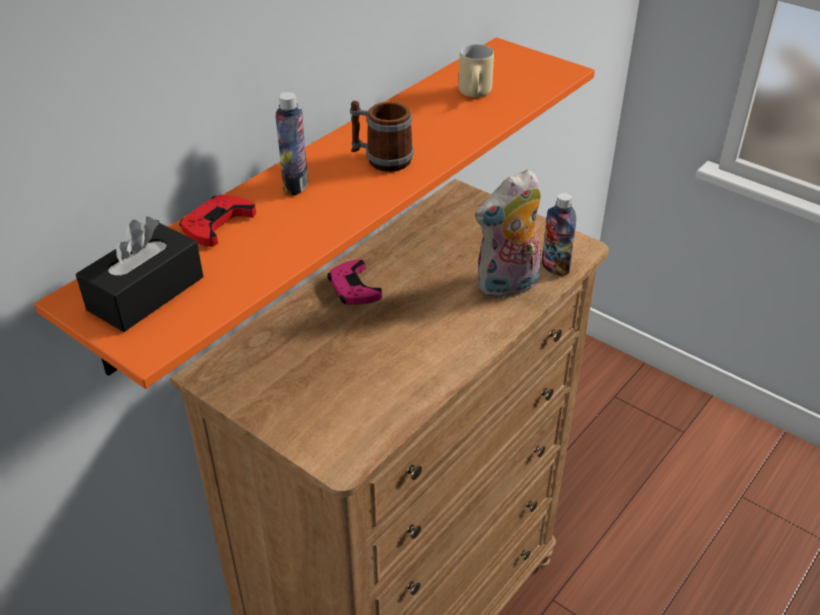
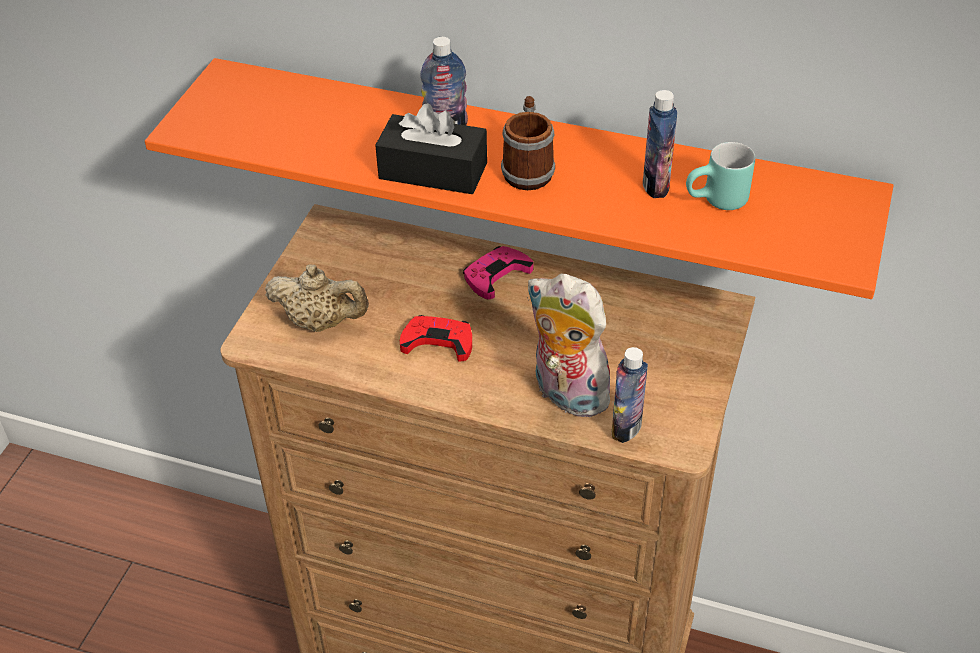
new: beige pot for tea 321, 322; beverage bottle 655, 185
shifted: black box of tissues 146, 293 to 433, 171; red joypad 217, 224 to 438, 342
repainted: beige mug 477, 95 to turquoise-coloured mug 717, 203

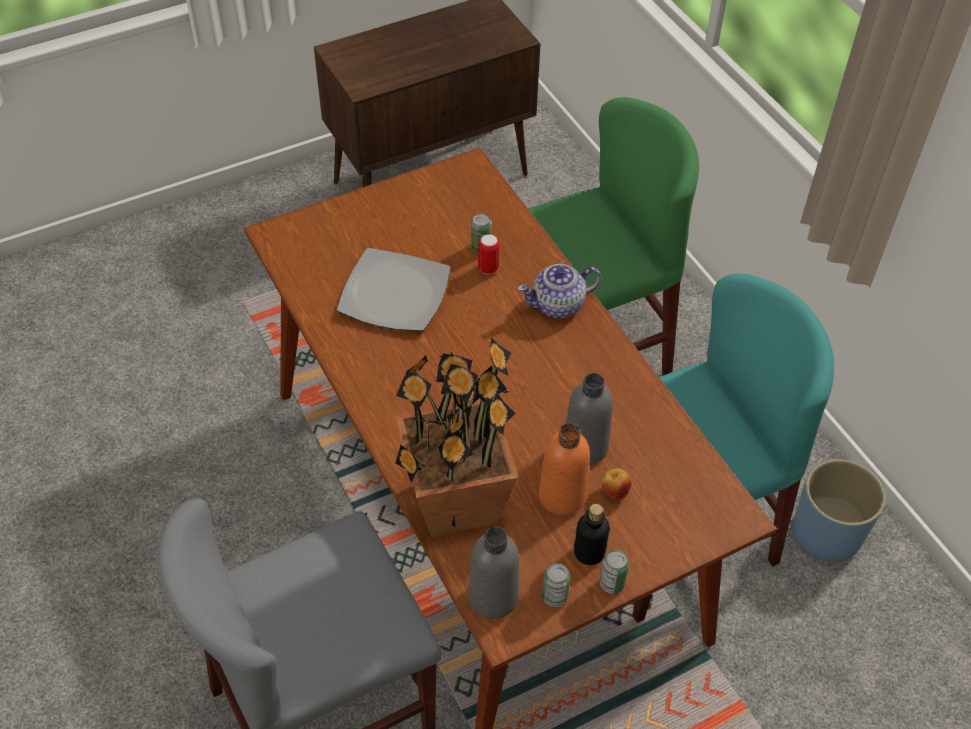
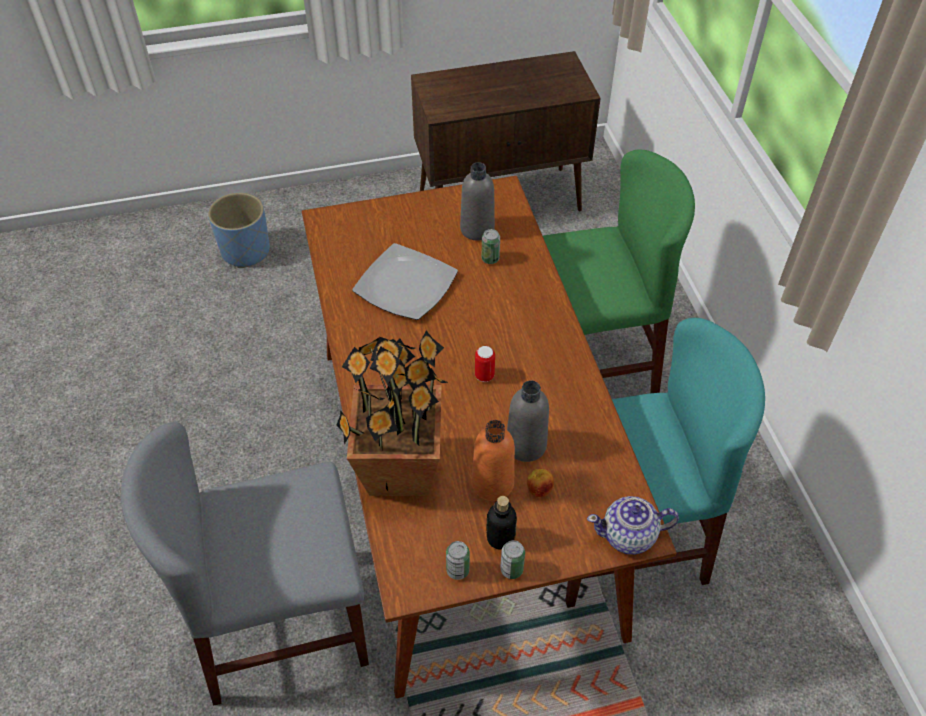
shifted: bluish plant pot 825, 534 to 245, 251; greyish beverage bottle 493, 597 to 477, 229; metal can 488, 268 to 484, 375; pot for tea 558, 305 to 629, 536

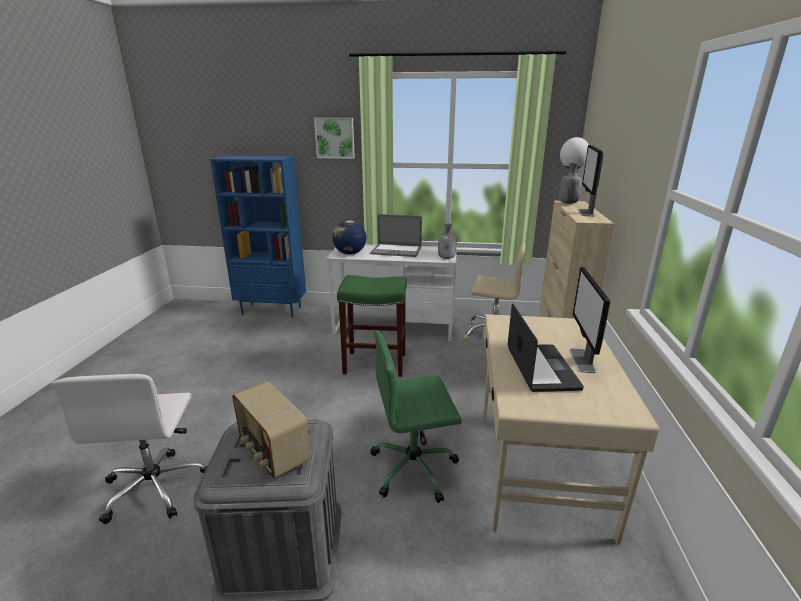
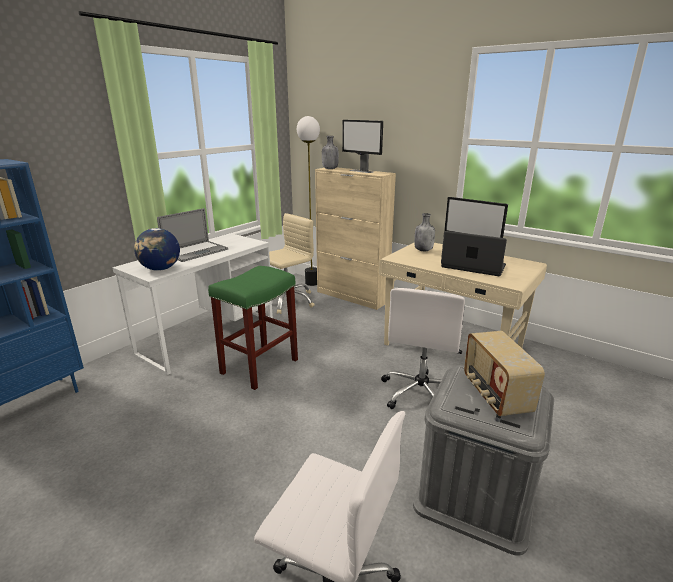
gone: picture 335, 138
shifted: greyish beverage bottle 447, 258 to 423, 250
repainted: green-coloured office chair 415, 468 to white office chair 421, 393
rotated: radio receiver 273, 452 = 495, 395 90 degrees clockwise

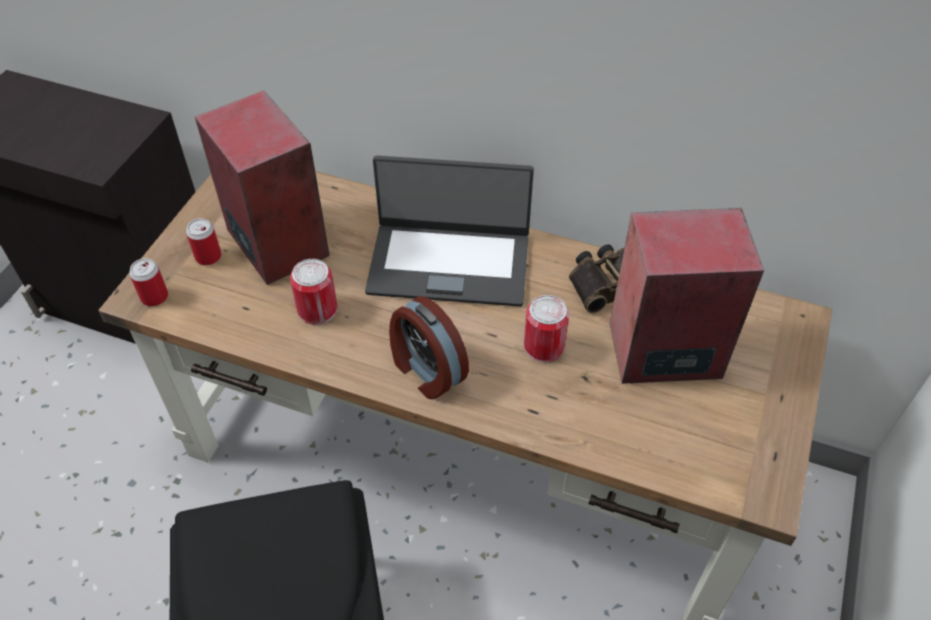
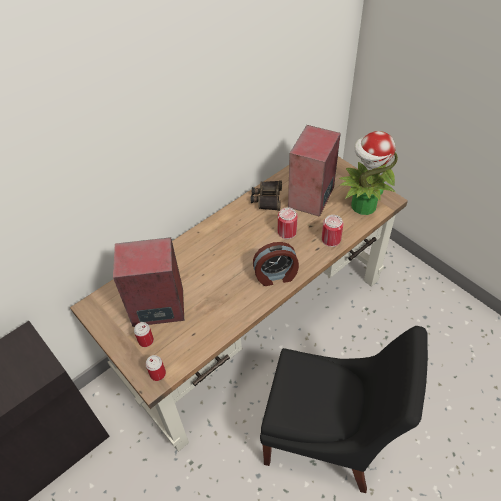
gone: laptop 449, 263
new: potted plant 362, 206
shifted: metal can 317, 309 to 331, 239

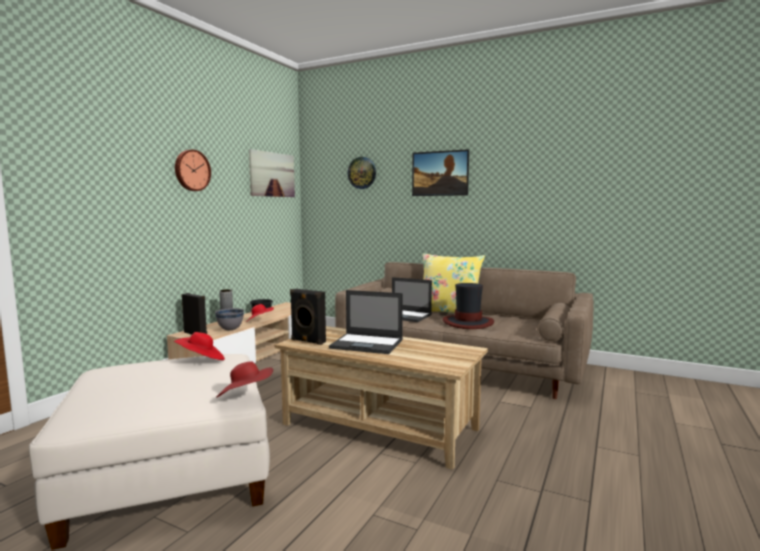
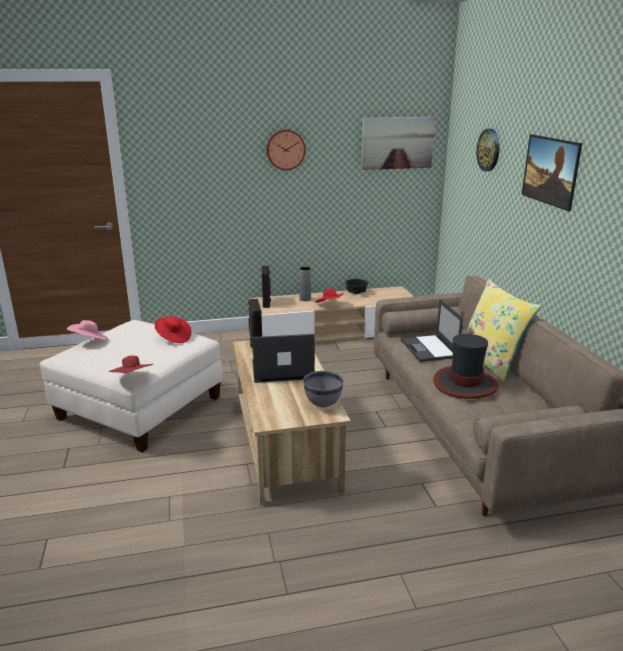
new: pink hat 89, 341
shifted: greyish bowl 230, 330 to 322, 404
rotated: laptop 367, 344 = 281, 370 105 degrees clockwise

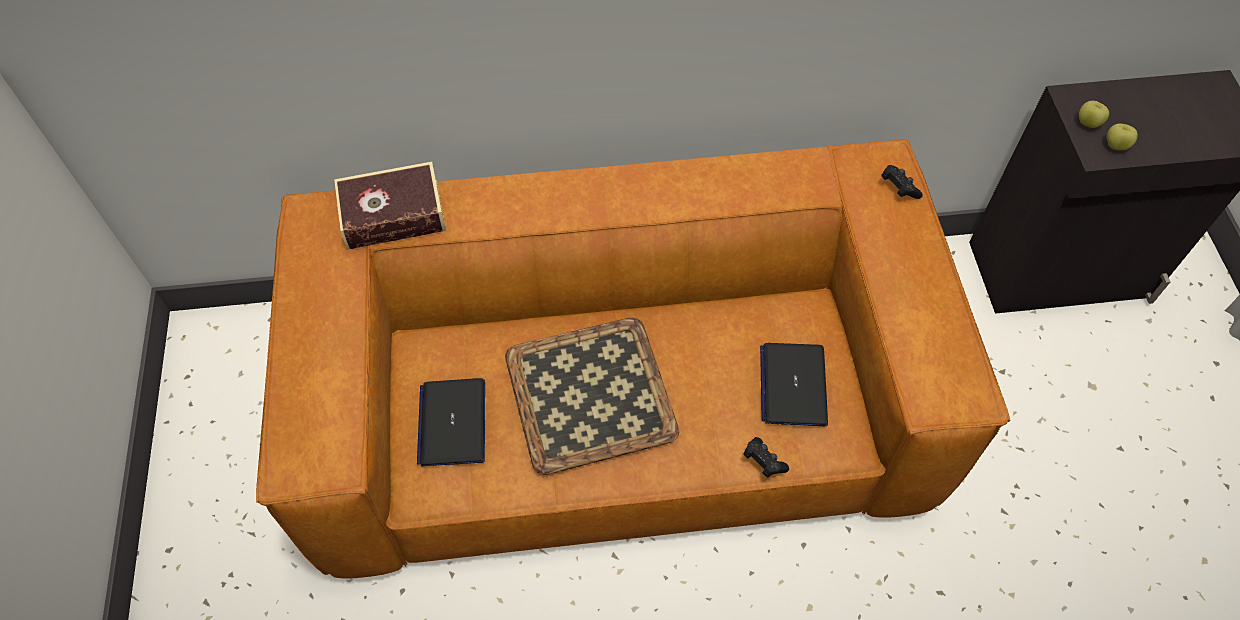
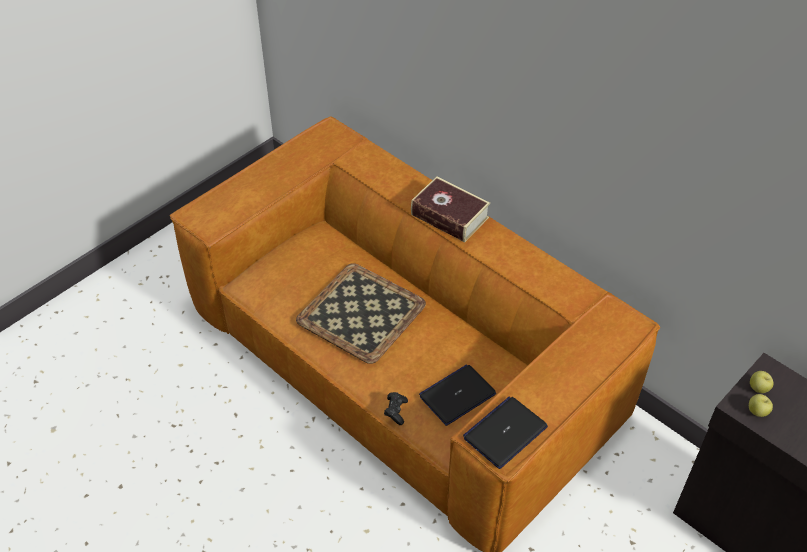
gone: black joypad 898, 188
shifted: book 393, 215 to 449, 216; laptop 452, 422 to 505, 432

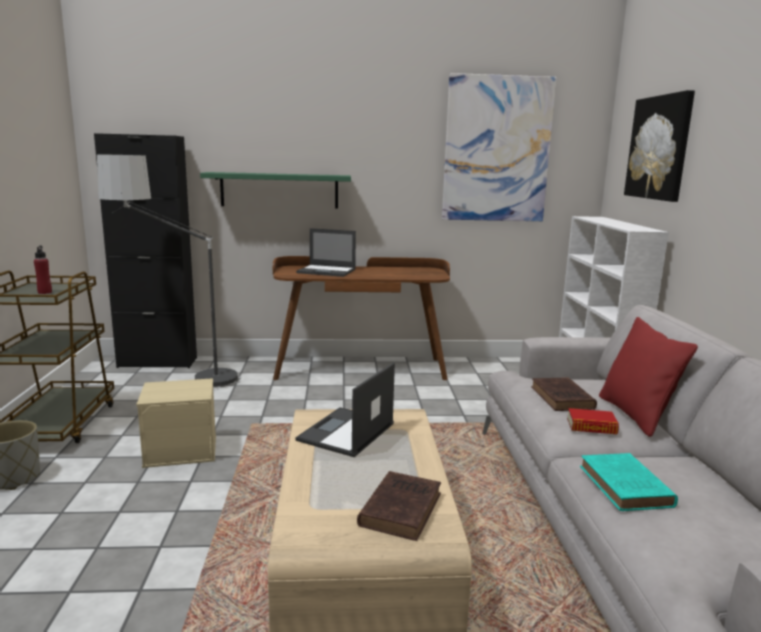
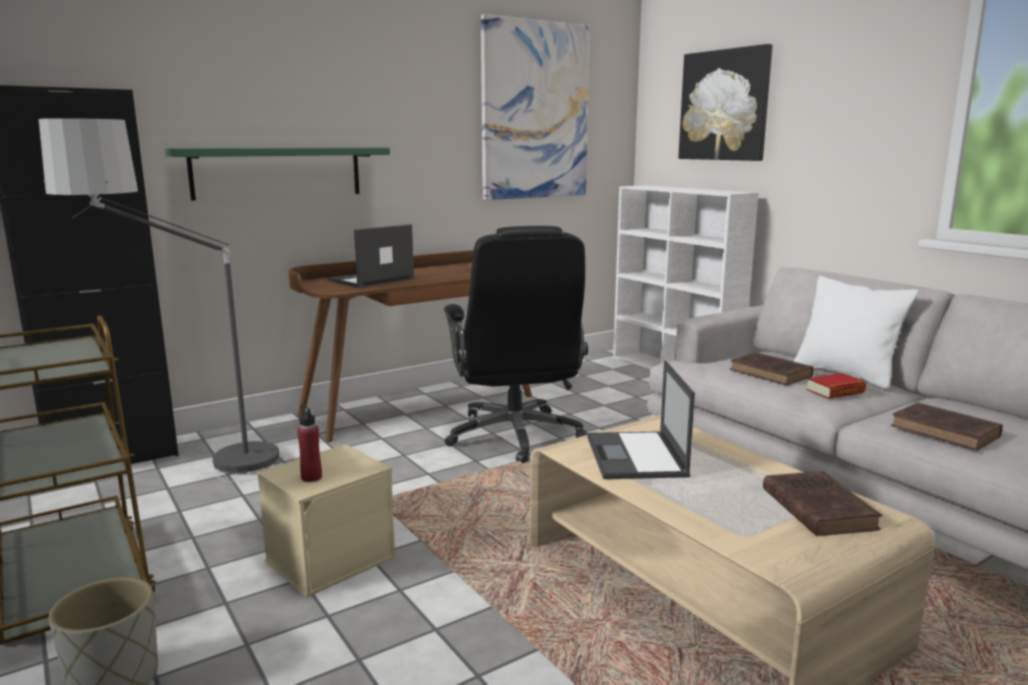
new: black office chair 515, 436
shifted: red beverage bottle 45, 292 to 311, 477
repainted: red cushion 636, 415 to white cushion 846, 374; turquoise-coloured book 626, 488 to brown-coloured book 947, 432
rotated: laptop 327, 271 = 370, 280 150 degrees clockwise

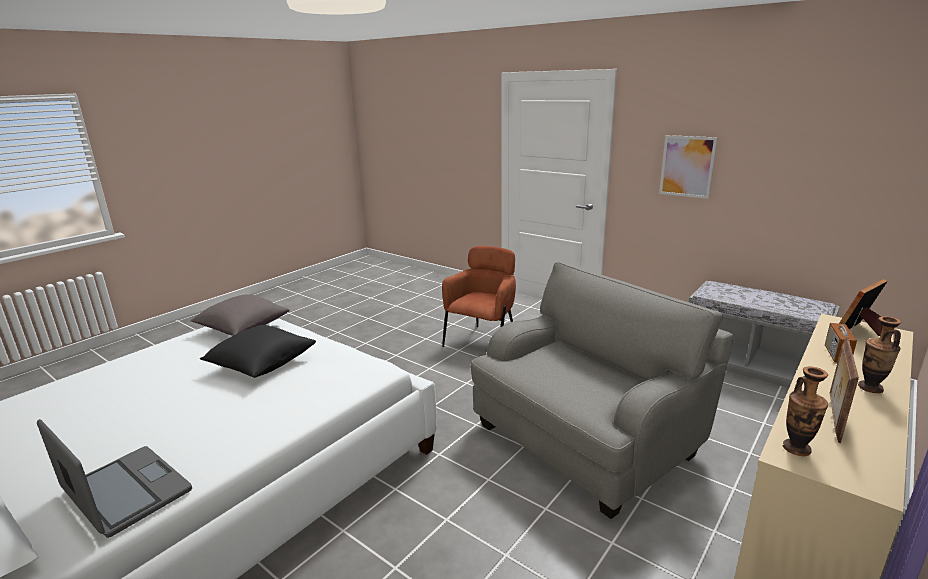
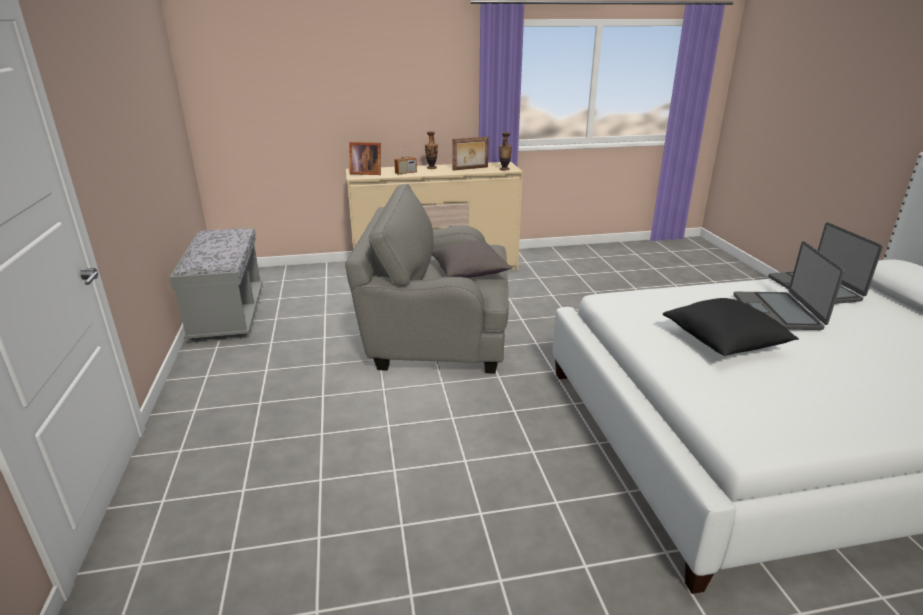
gone: brown-coloured easy chair 483, 341; picture 687, 166
new: laptop 778, 312
shifted: greyish cushion 243, 328 to 469, 273

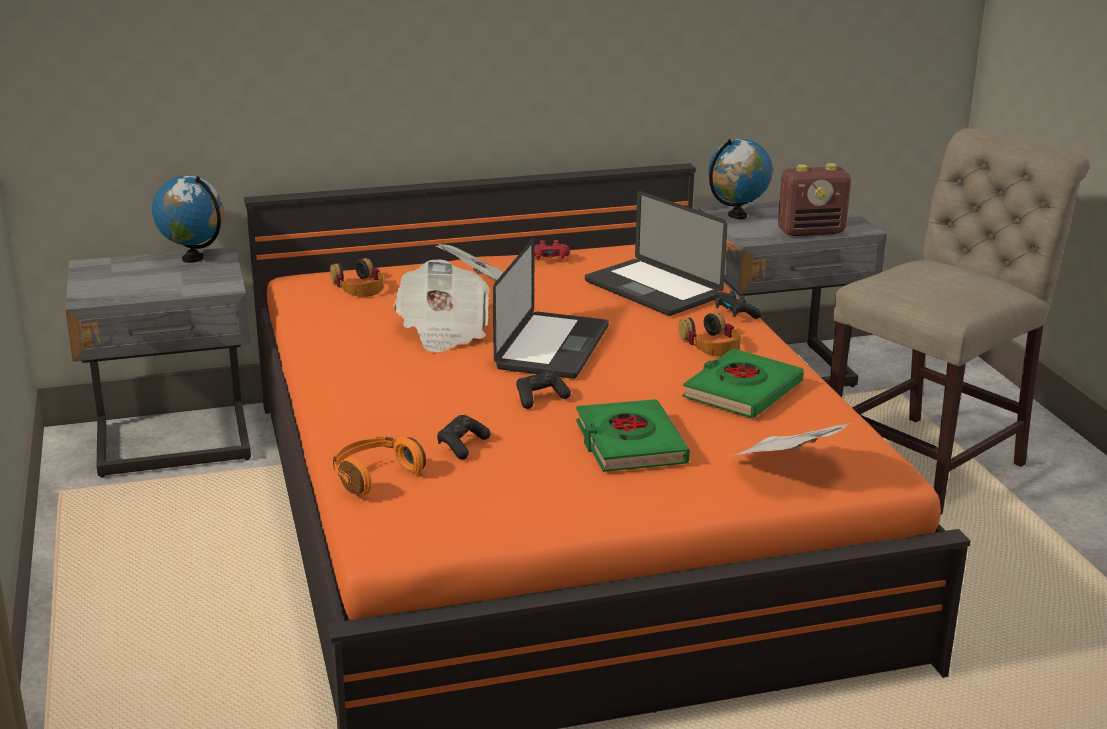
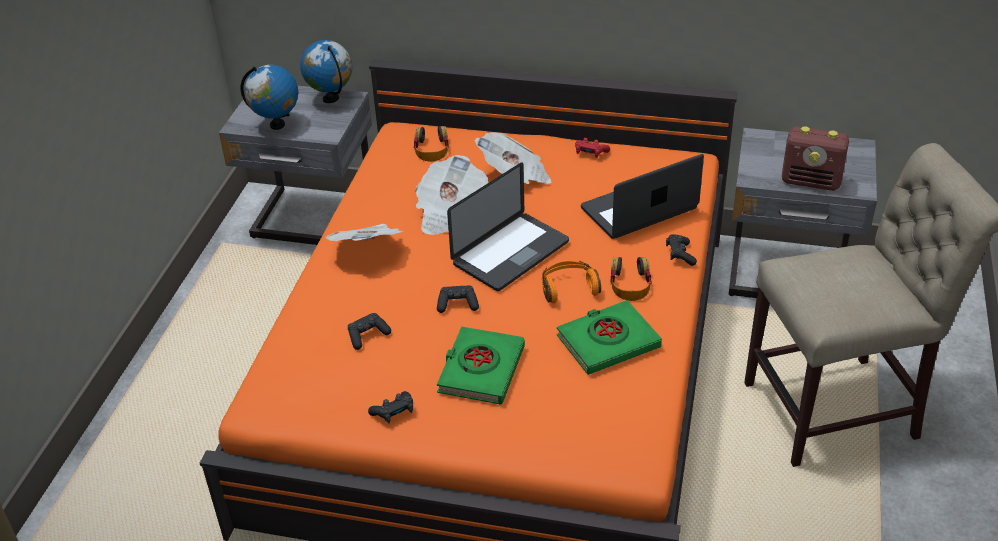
new: black joypad 394, 412
shifted: globe 737, 216 to 277, 125; newspaper 788, 468 to 368, 249; orange pair of headphones 374, 475 to 568, 288
rotated: laptop 652, 289 = 639, 209 75 degrees clockwise

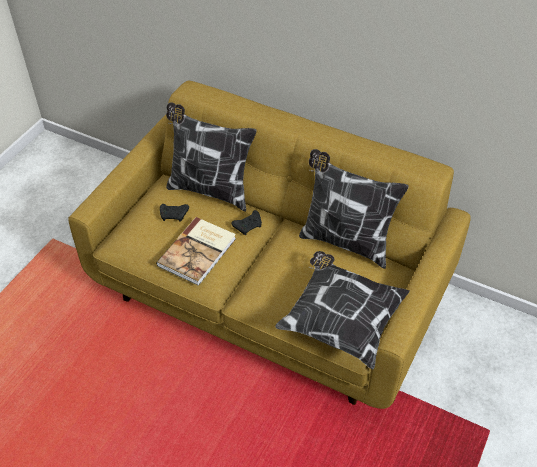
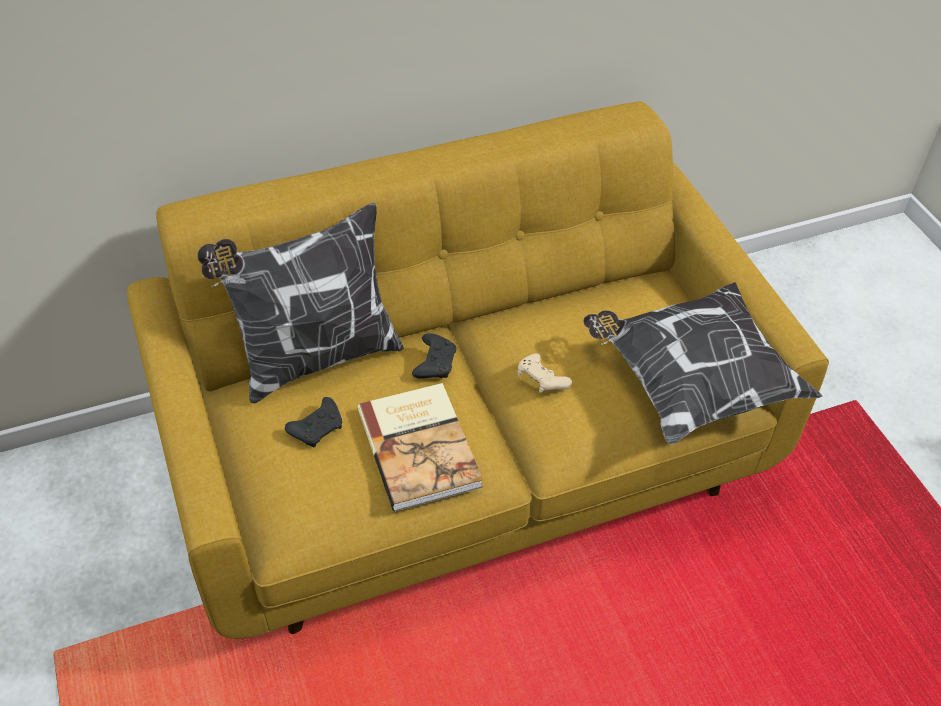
gone: cushion 345, 241
new: beige joypad 541, 381

